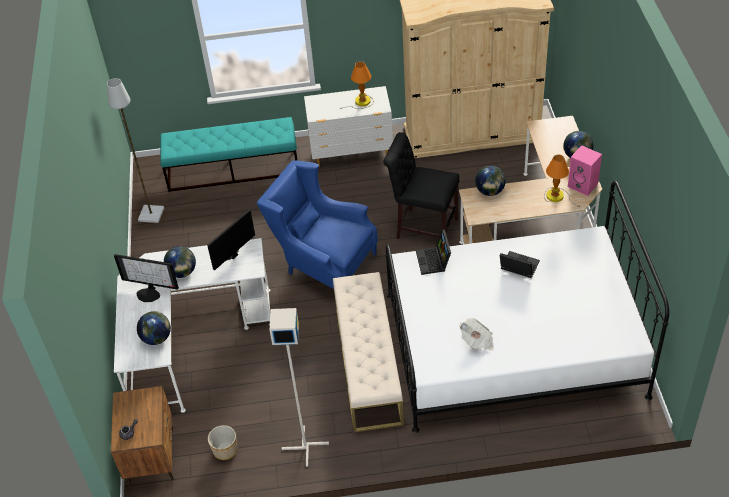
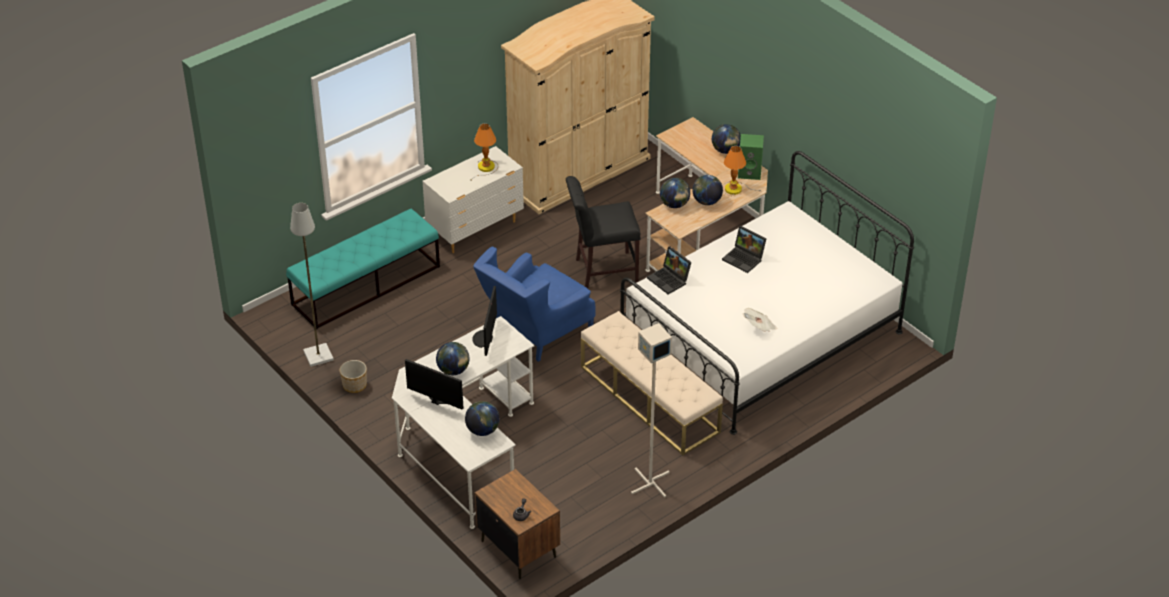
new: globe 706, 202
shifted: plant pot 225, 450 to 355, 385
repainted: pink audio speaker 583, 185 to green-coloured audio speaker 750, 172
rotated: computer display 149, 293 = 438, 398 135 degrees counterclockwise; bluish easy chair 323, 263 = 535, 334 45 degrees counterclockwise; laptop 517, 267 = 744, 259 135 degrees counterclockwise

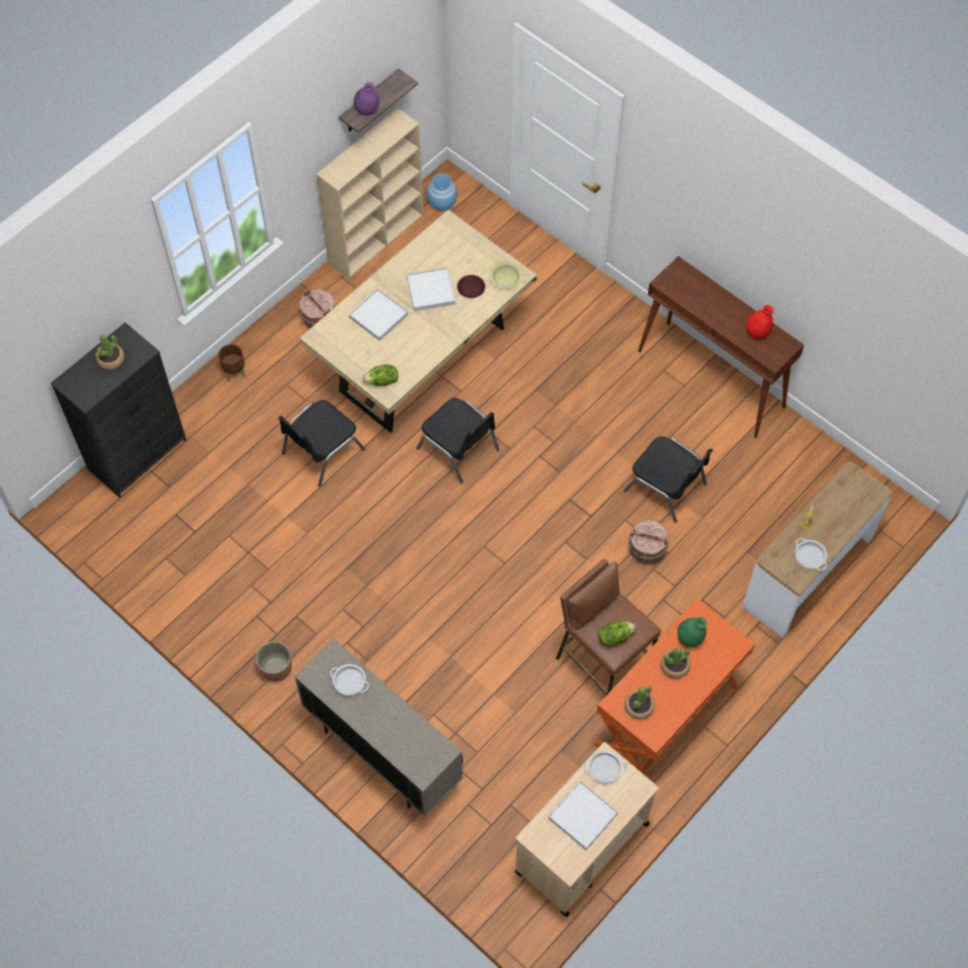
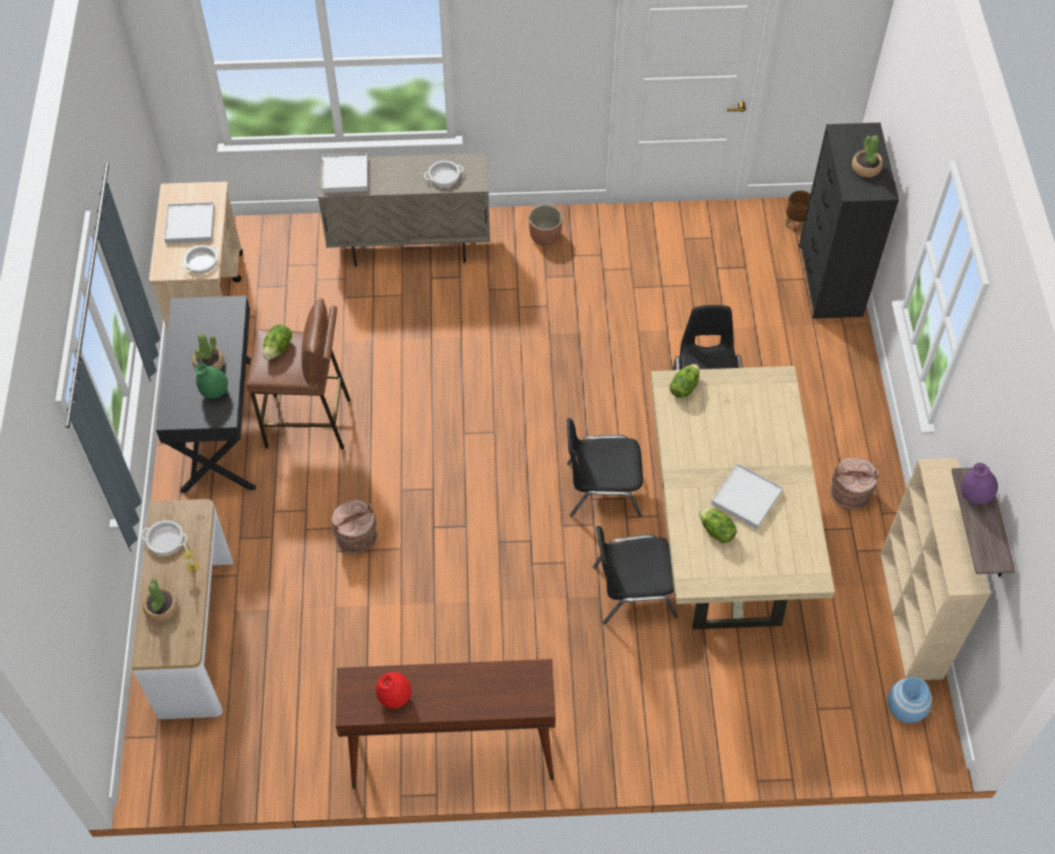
gone: yellow bowl 505, 278
shifted: potted plant 639, 707 to 161, 608; white carrying tray 378, 316 to 344, 175; black upright chair 666, 488 to 632, 590; brown-coloured plant pot 234, 372 to 796, 222
swapped: brown-coloured dinner plate 471, 288 to lettuce head 716, 531
repainted: orange desk table 667, 716 to black desk table 222, 427

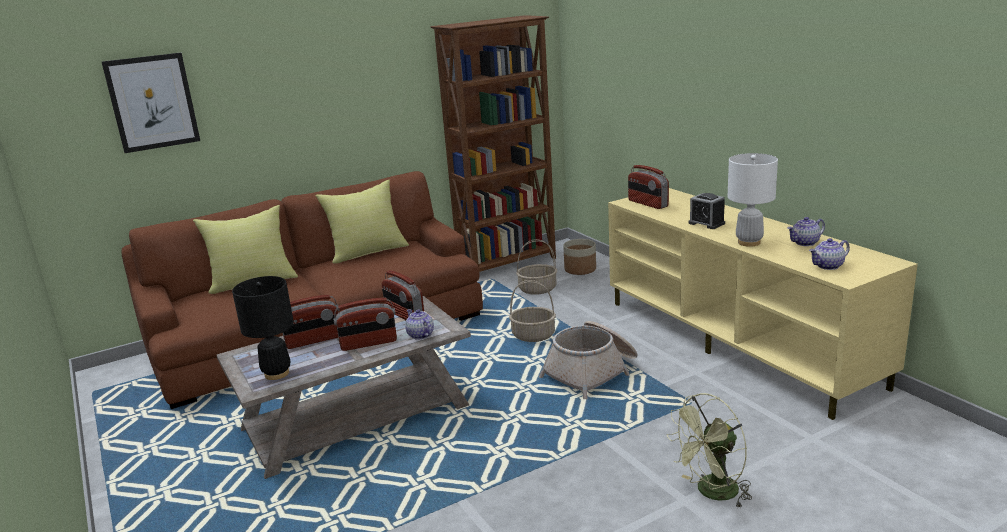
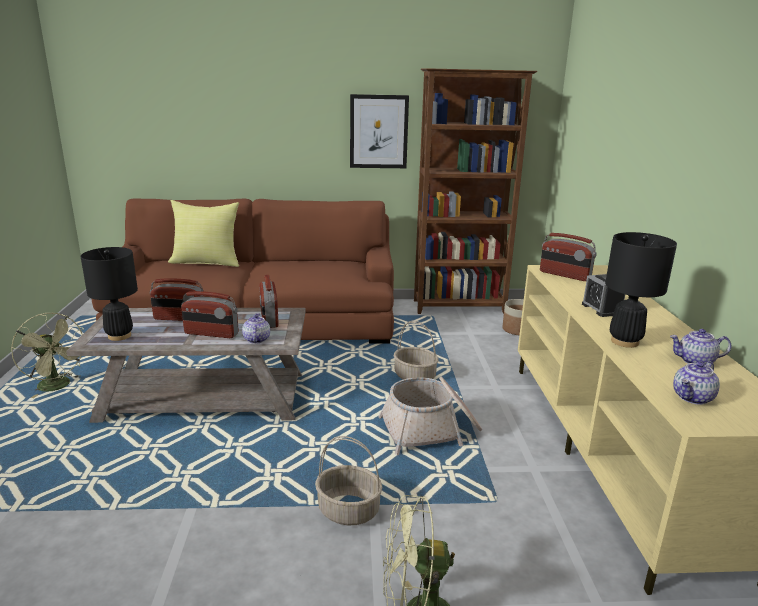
gone: yellow cushion 368, 252
new: green-coloured fan 58, 386
shifted: basket 538, 289 to 349, 510; picture 152, 102 to 378, 131
repainted: white table lamp 748, 242 to black table lamp 624, 341
rotated: radio receiver 647, 203 = 564, 275 45 degrees counterclockwise; pot for tea 828, 266 = 693, 398 45 degrees counterclockwise

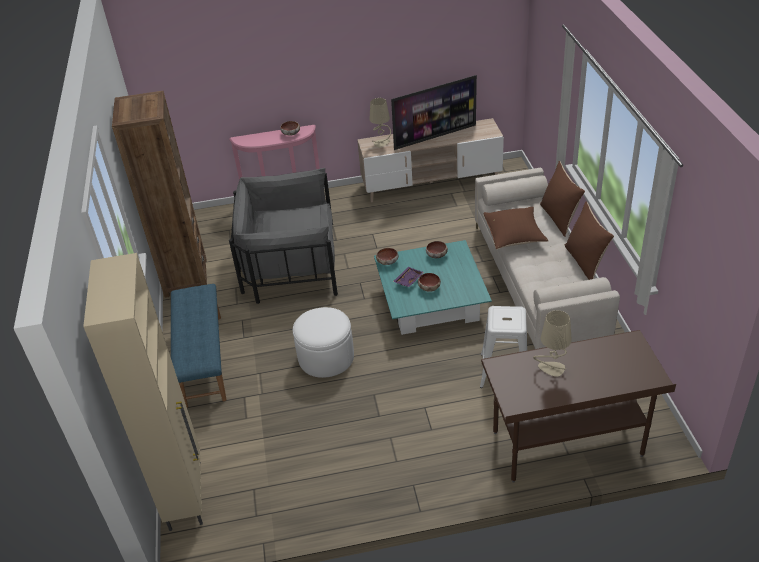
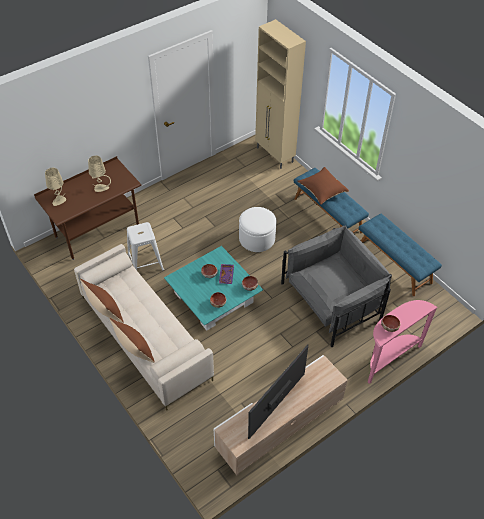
shifted: beige table lamp 382, 143 to 59, 201; brown-coloured cushion 514, 237 to 321, 191
swapped: brown-coloured bookcase 185, 277 to bluish long seat 394, 264

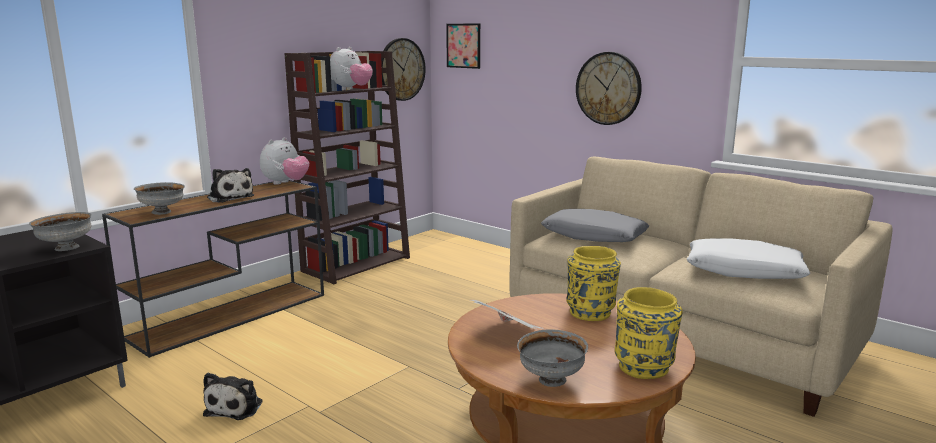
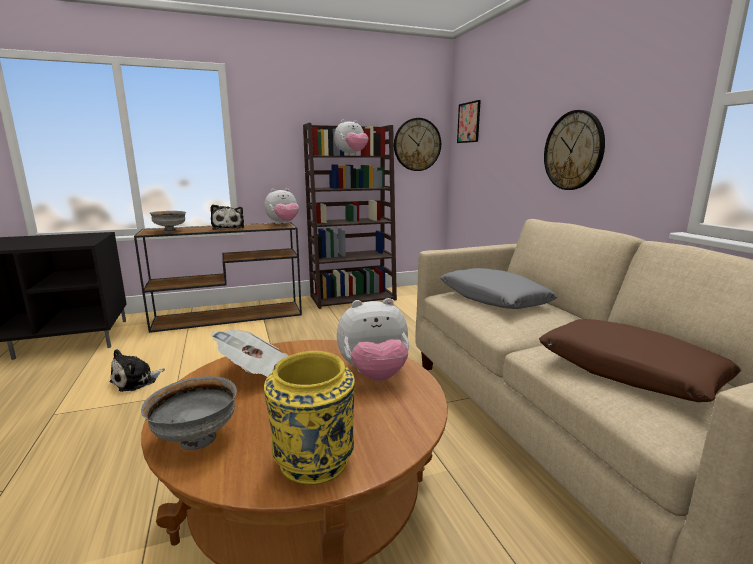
gone: greyish bowl 65, 248
swapped: yellow vase 591, 312 to soft toy 374, 375
repainted: white cushion 744, 271 to brown-coloured cushion 629, 372

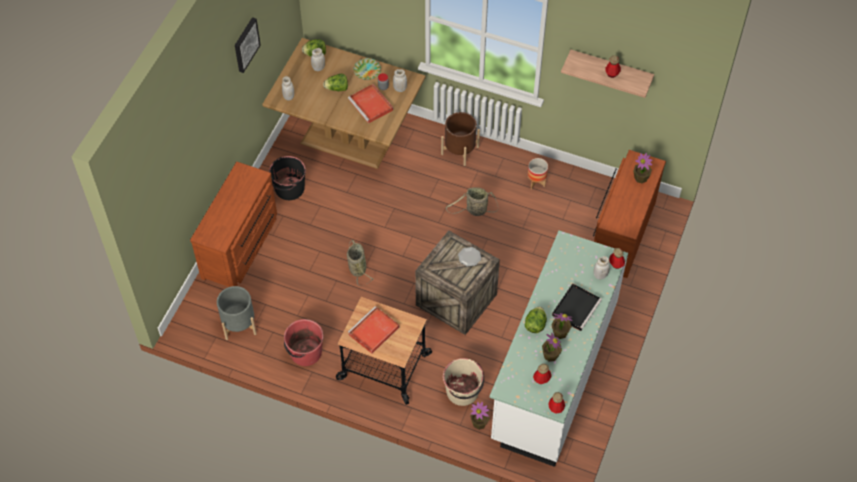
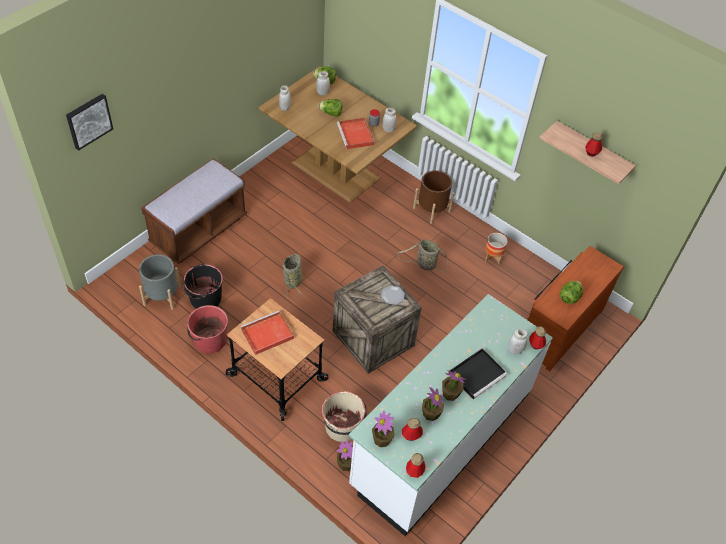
gone: dinner plate 367, 70
shifted: picture 245, 44 to 88, 120; black bucket 289, 189 to 205, 299; potted plant 641, 178 to 382, 440; lettuce head 535, 325 to 569, 297
swapped: brown-coloured chest of drawers 242, 246 to brown-coloured long seat 198, 230

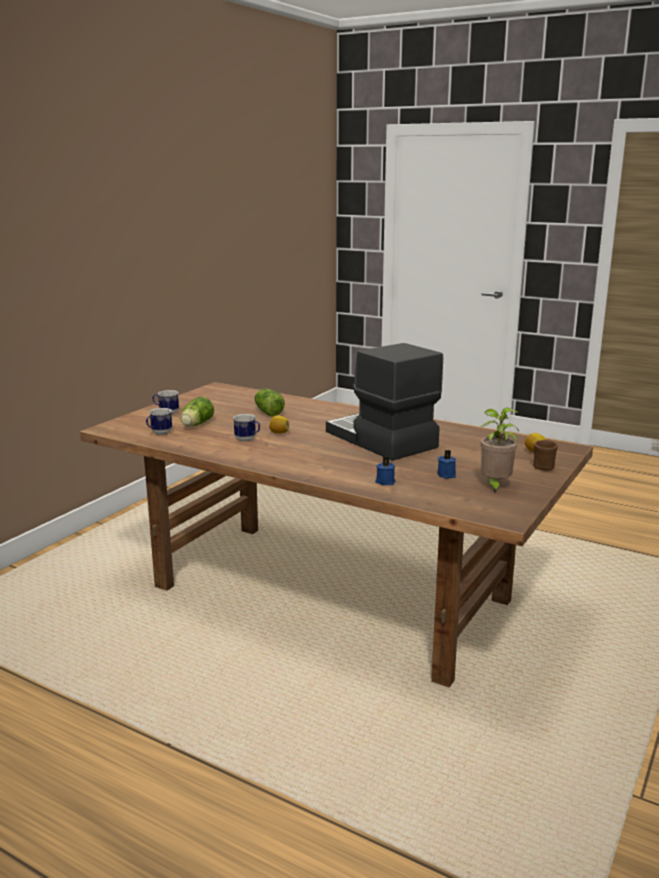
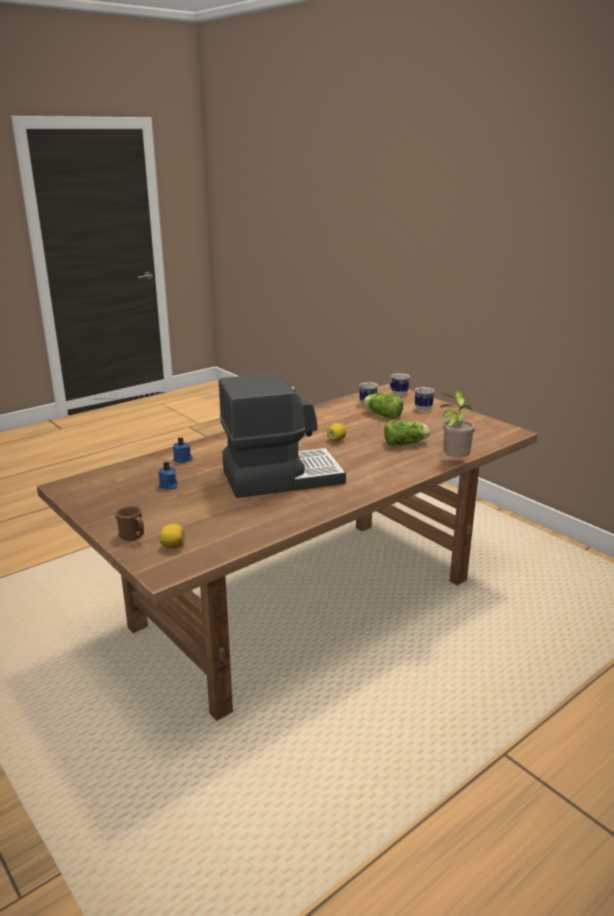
shifted: mug 248, 440 to 397, 394; potted plant 495, 486 to 453, 461

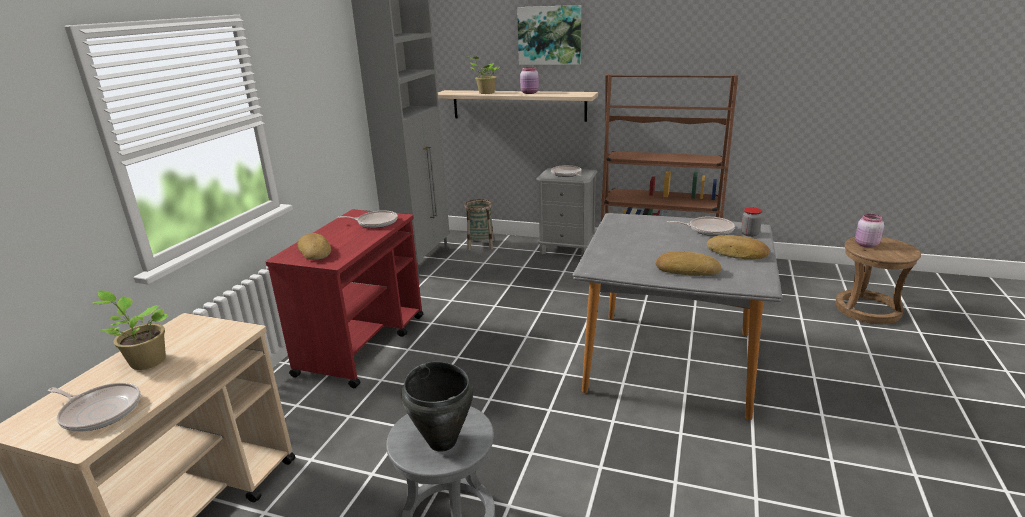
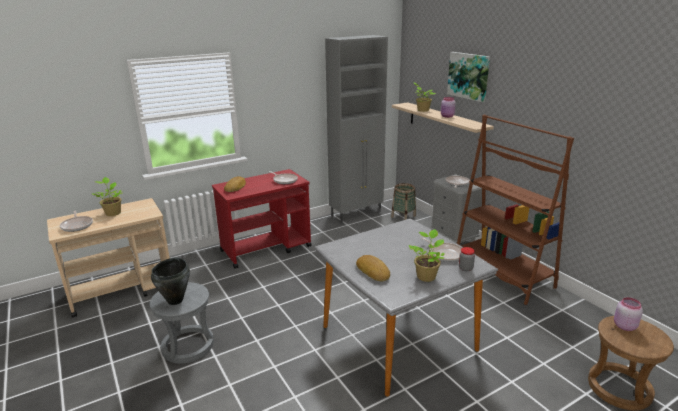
swapped: baked bread 737, 253 to potted plant 426, 276

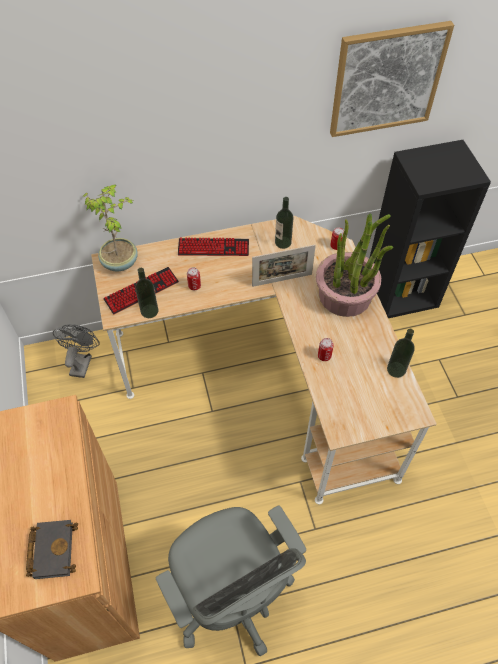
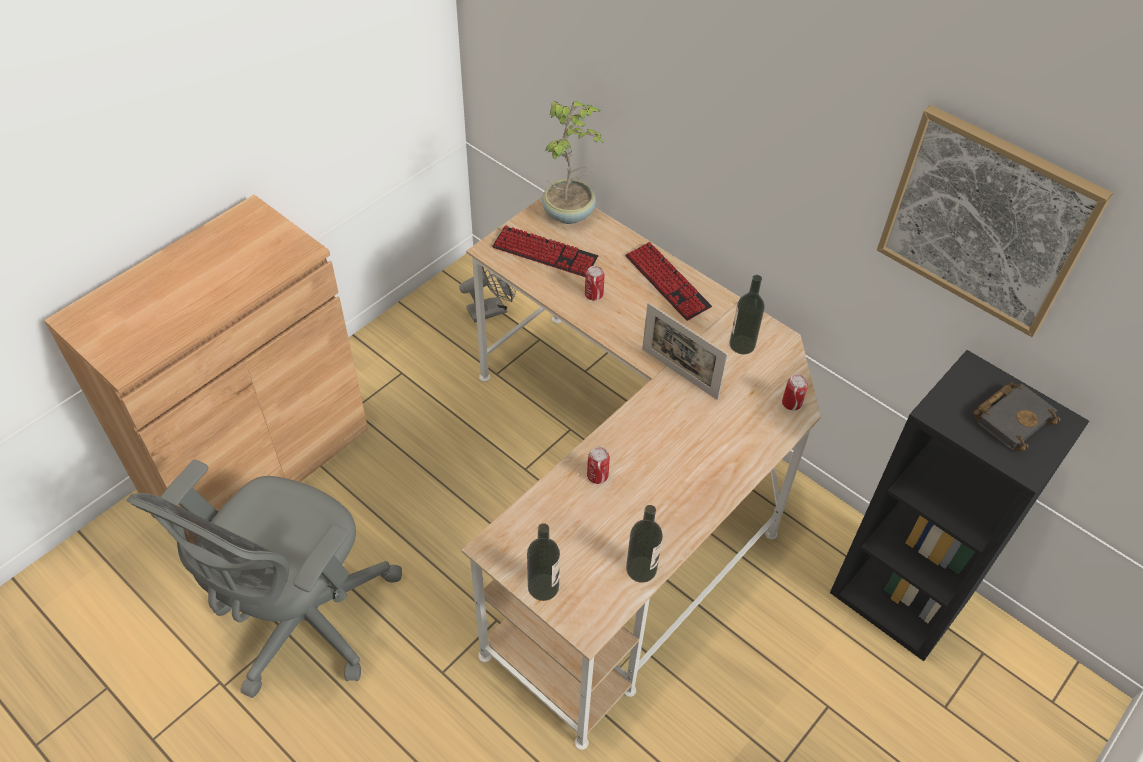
gone: potted plant 345, 295
shifted: beverage bottle 149, 311 to 543, 587; black book 51, 549 to 1012, 417

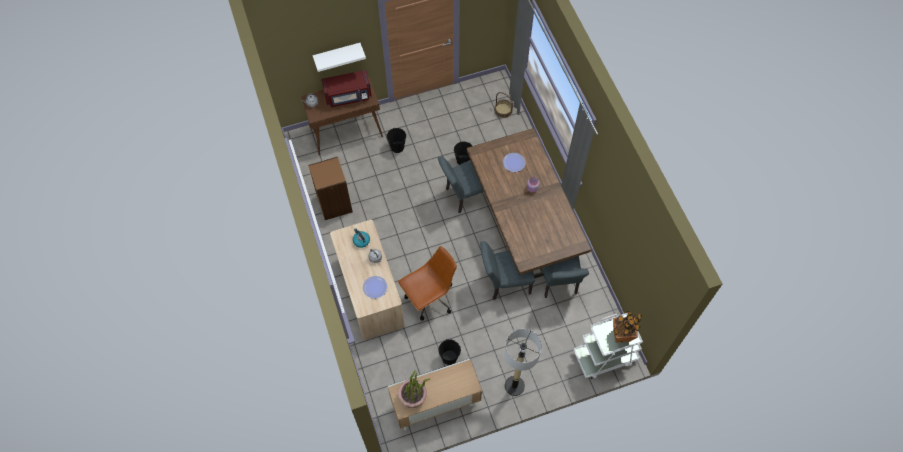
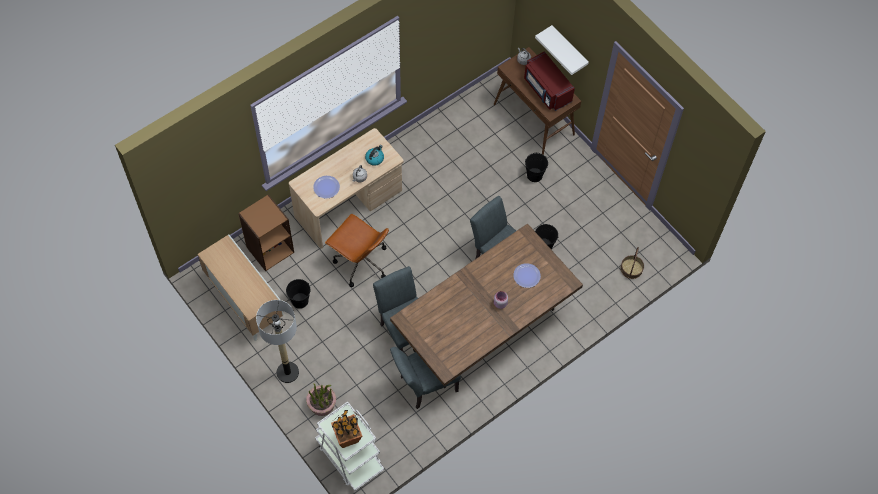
shifted: brown-coloured bookcase 334, 204 to 270, 249; potted plant 413, 396 to 322, 404

